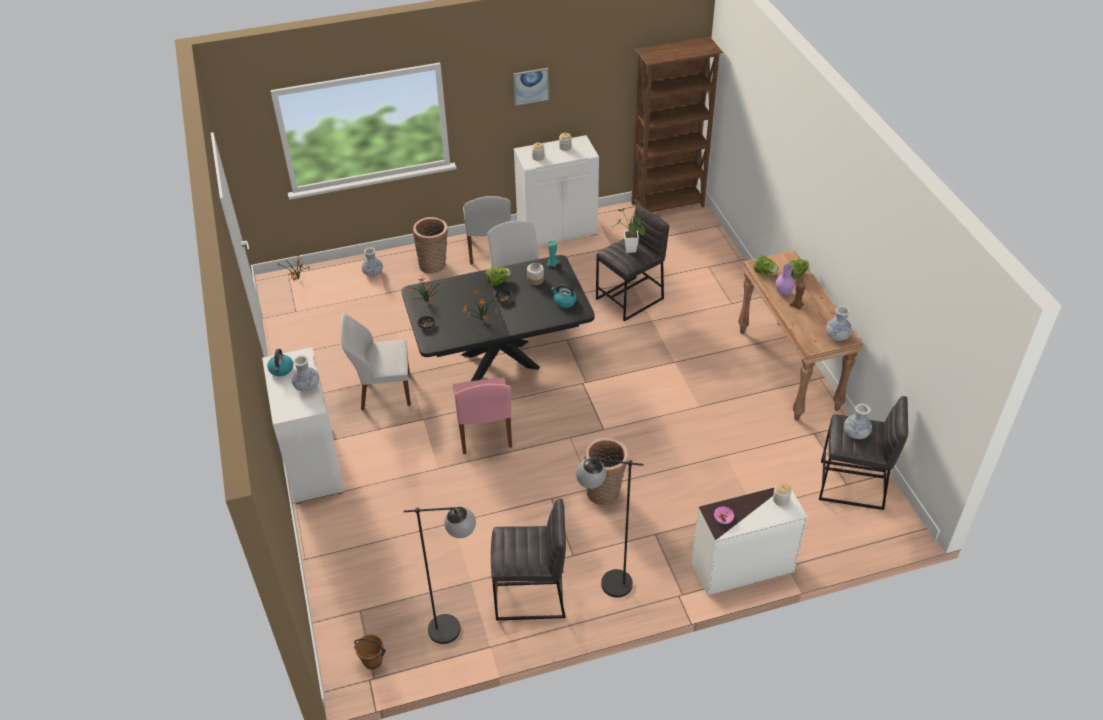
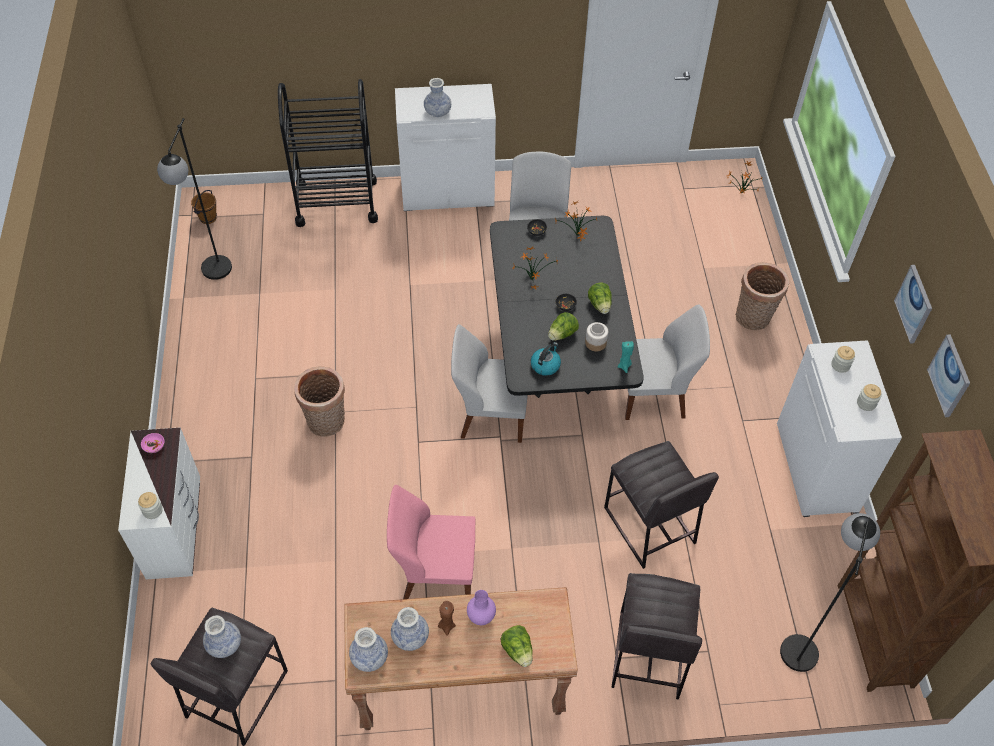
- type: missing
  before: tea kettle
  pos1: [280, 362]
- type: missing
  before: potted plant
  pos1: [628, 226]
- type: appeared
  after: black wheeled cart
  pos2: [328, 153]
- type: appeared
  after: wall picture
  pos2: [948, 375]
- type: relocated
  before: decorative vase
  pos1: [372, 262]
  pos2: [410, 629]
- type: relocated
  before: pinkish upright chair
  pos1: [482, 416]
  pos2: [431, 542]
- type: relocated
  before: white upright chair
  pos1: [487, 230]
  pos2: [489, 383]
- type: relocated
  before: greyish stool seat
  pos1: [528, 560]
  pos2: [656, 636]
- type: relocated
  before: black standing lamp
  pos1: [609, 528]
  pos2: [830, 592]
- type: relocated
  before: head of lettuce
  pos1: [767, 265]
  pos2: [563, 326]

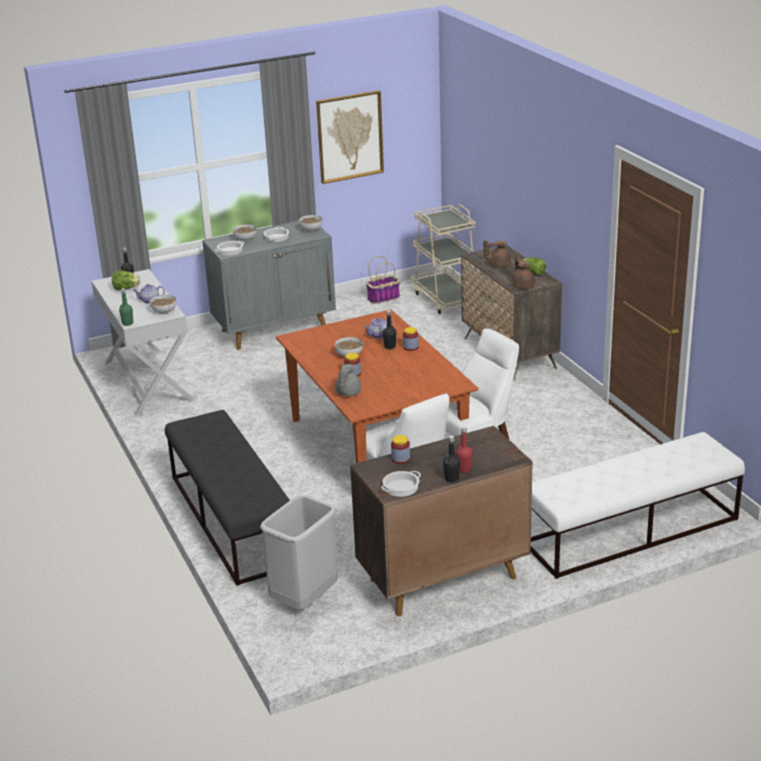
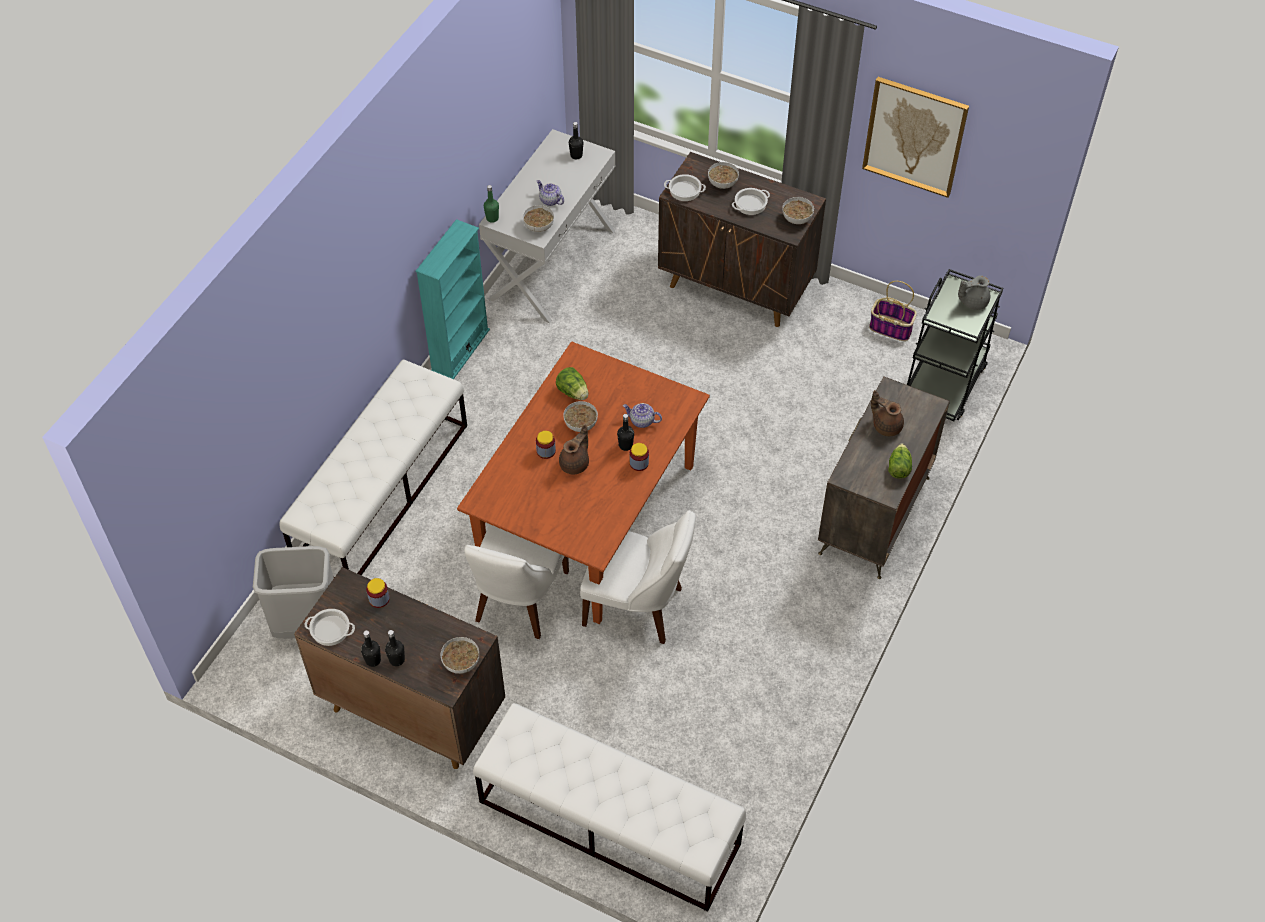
- type: appeared
  after: blue-green bookcase
  pos2: [453, 299]
- type: appeared
  after: bowl
  pos2: [460, 655]
- type: relocated
  before: head of lettuce
  pos1: [126, 280]
  pos2: [572, 383]
- type: relocated
  before: greyish tea pot
  pos1: [348, 380]
  pos2: [974, 292]
- type: relocated
  before: brown-coloured tea pot
  pos1: [523, 270]
  pos2: [574, 449]
- type: colour
  before: black bench
  after: white bench
  pos1: [227, 498]
  pos2: [373, 469]
- type: colour
  before: greyish storage cabinet
  after: brown-coloured storage cabinet
  pos1: [269, 285]
  pos2: [742, 239]
- type: colour
  before: sand-coloured wheeled cart
  after: black wheeled cart
  pos1: [443, 259]
  pos2: [955, 345]
- type: colour
  before: red bottle
  after: black bottle
  pos1: [464, 449]
  pos2: [395, 648]

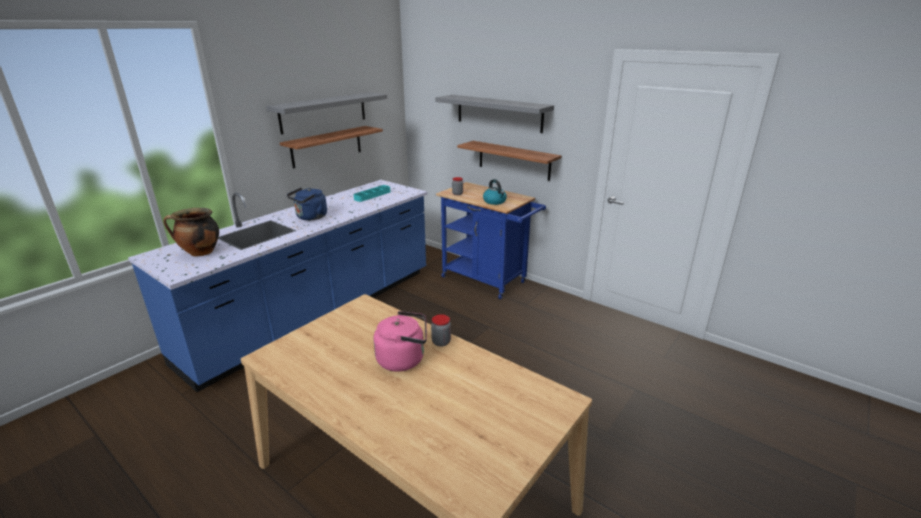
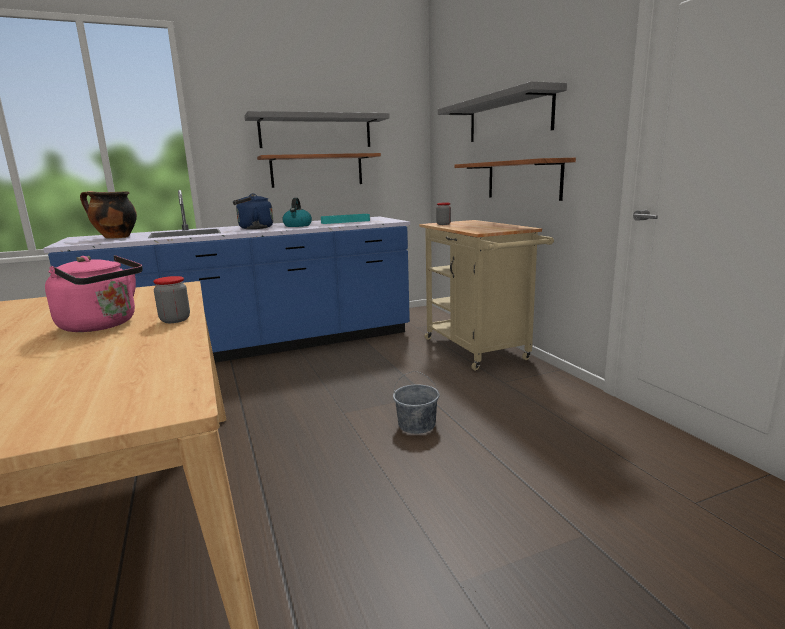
- type: appeared
  after: greyish pail
  pos2: [416, 402]
- type: relocated
  before: tea kettle
  pos1: [495, 192]
  pos2: [297, 212]
- type: colour
  before: bluish wheeled cart
  after: sand-coloured wheeled cart
  pos1: [491, 240]
  pos2: [486, 295]

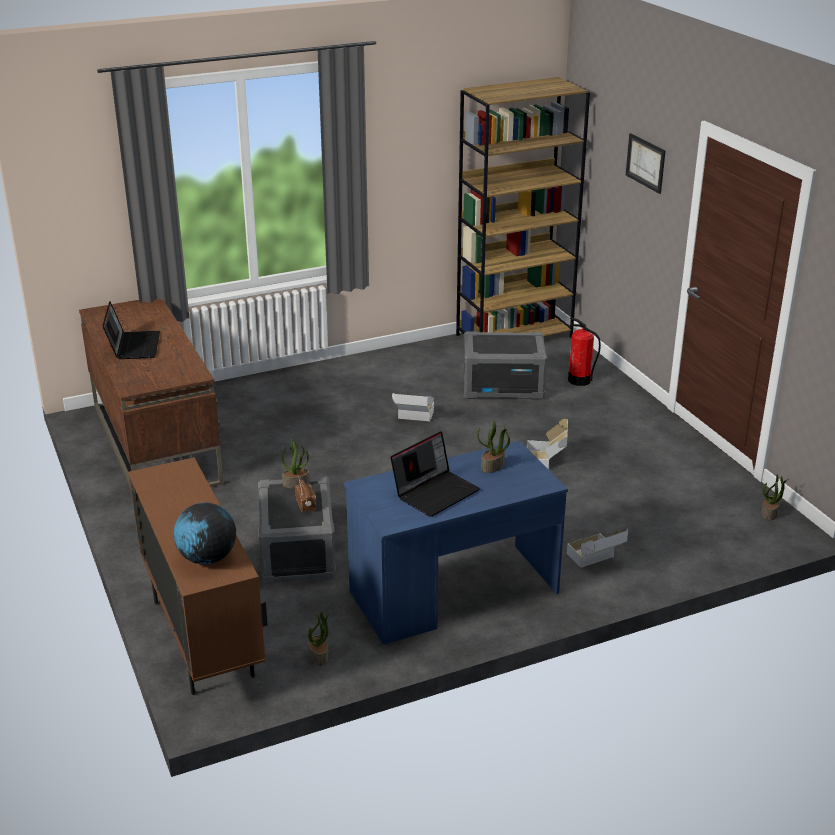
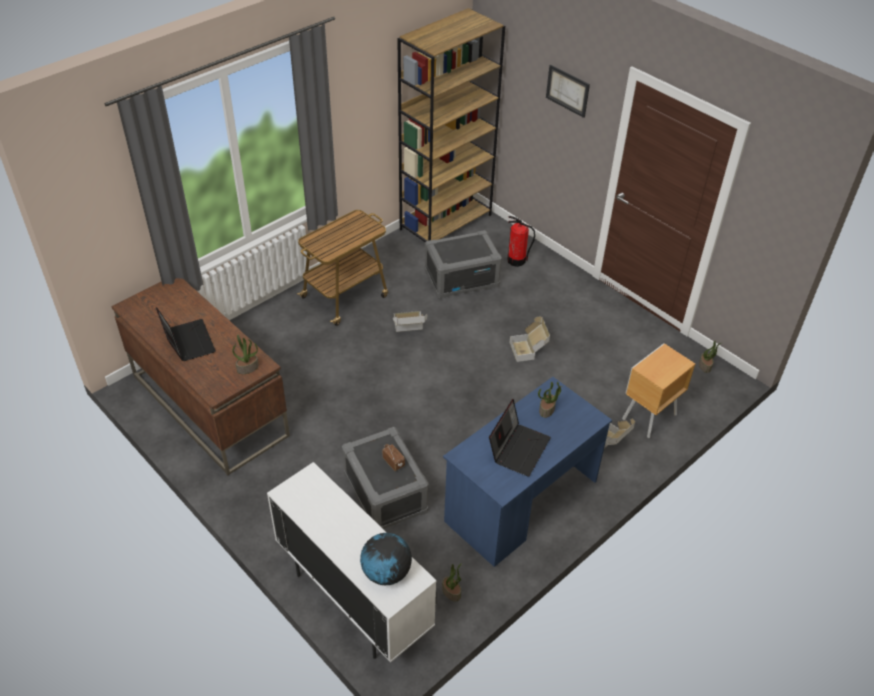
- type: appeared
  after: wheeled cart
  pos2: [342, 268]
- type: appeared
  after: brown-coloured bedside table
  pos2: [658, 390]
- type: relocated
  before: potted plant
  pos1: [296, 464]
  pos2: [245, 354]
- type: colour
  before: brown-coloured storage cabinet
  after: white storage cabinet
  pos1: [198, 576]
  pos2: [352, 562]

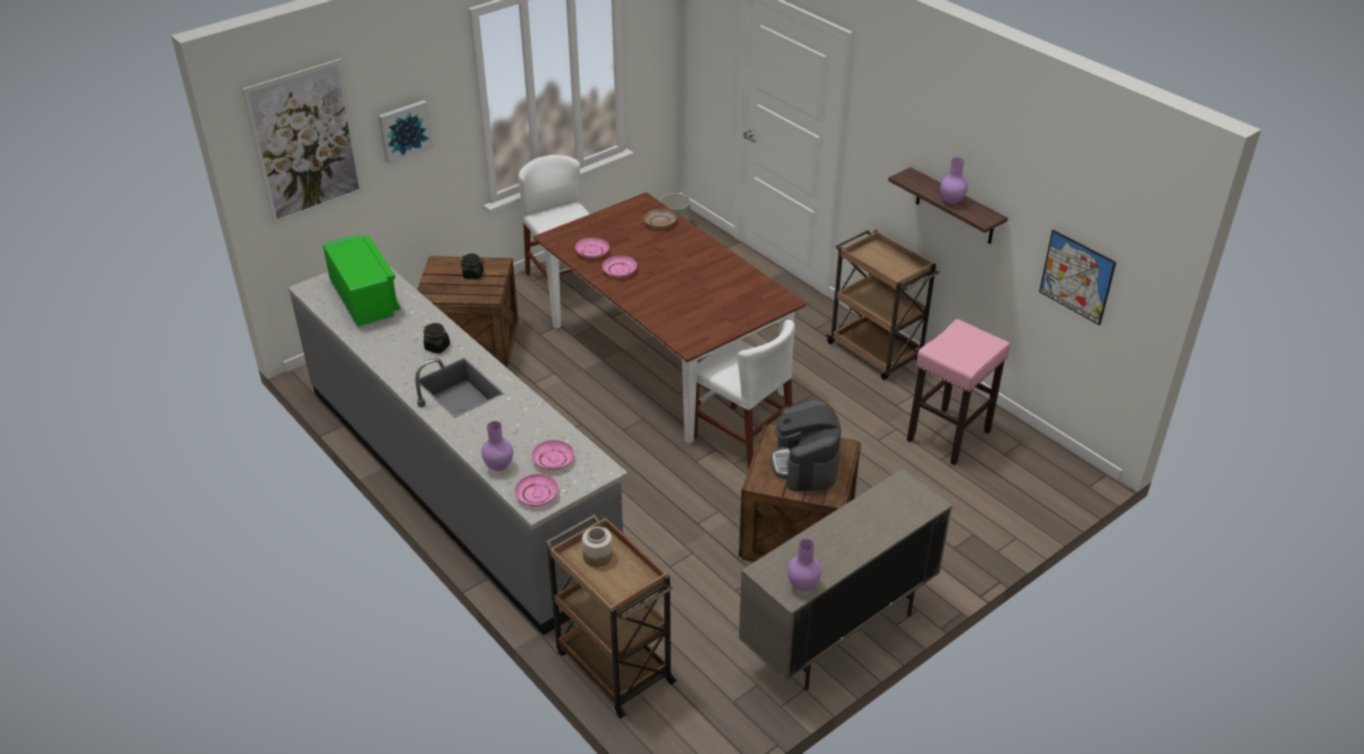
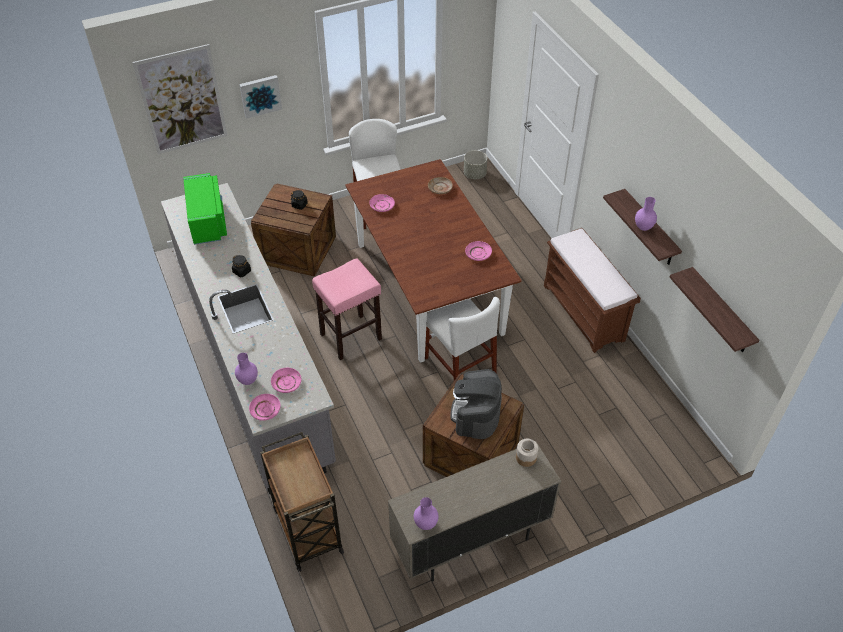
- type: relocated
  before: preserve jar
  pos1: [597, 547]
  pos2: [527, 453]
- type: relocated
  before: pinkish flat dish
  pos1: [619, 266]
  pos2: [478, 251]
- type: relocated
  before: pinkish stool seat
  pos1: [958, 392]
  pos2: [347, 309]
- type: exchanged
  before: brown-coloured wheeled cart
  after: brown-coloured bench
  pos1: [882, 305]
  pos2: [592, 290]
- type: exchanged
  before: wall picture
  after: shelf
  pos1: [1077, 278]
  pos2: [714, 309]

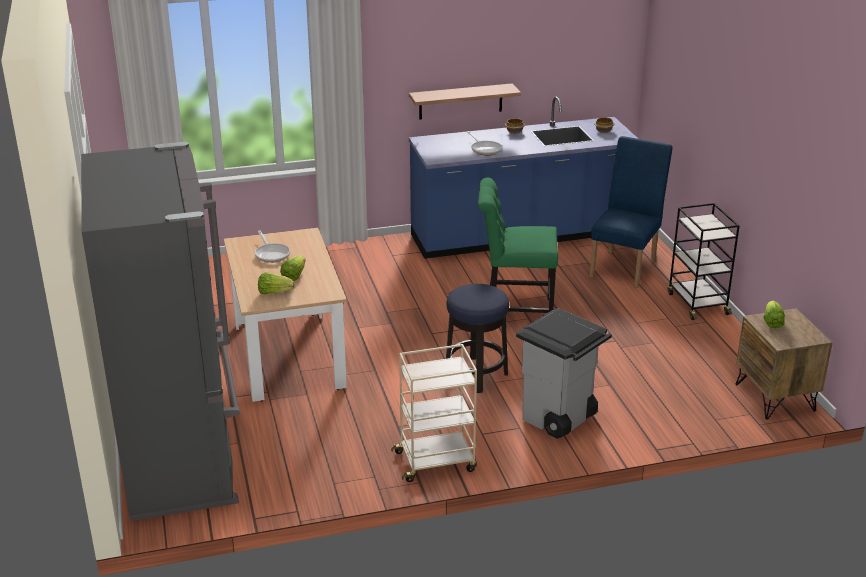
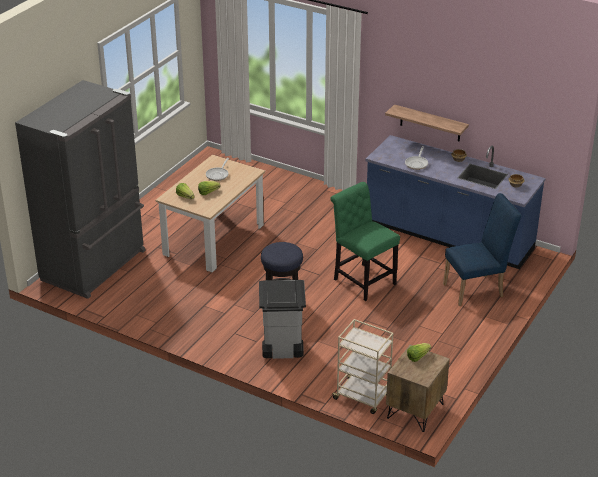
- type: missing
  before: black wheeled cart
  pos1: [703, 261]
- type: relocated
  before: sand-coloured wheeled cart
  pos1: [434, 413]
  pos2: [362, 366]

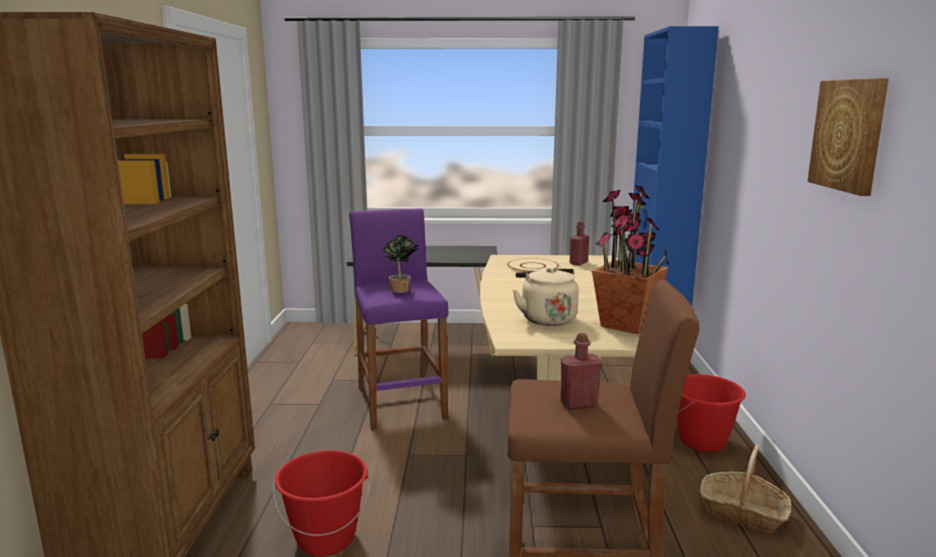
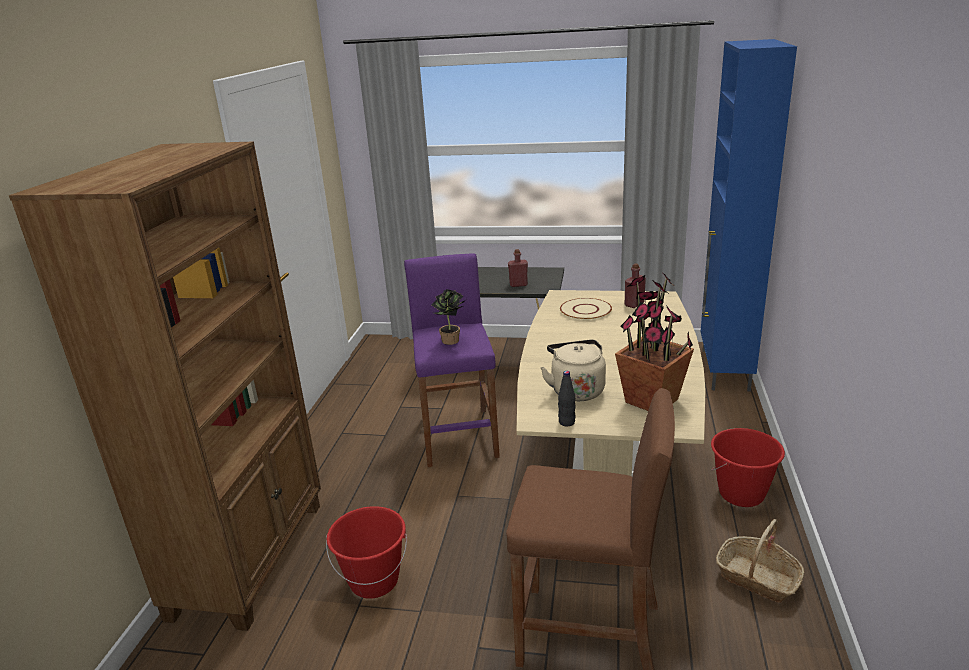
- type: missing
  before: wall picture
  pos1: [848, 137]
- type: appeared
  after: black bottle
  pos2: [567, 398]
- type: relocated
  before: red bottle
  pos1: [581, 371]
  pos2: [518, 268]

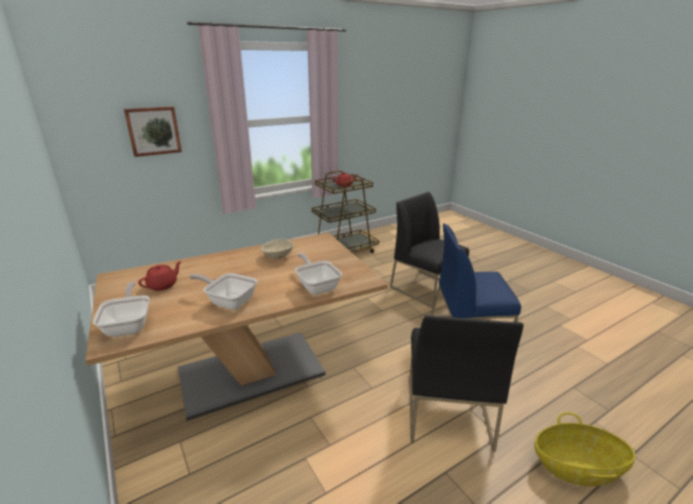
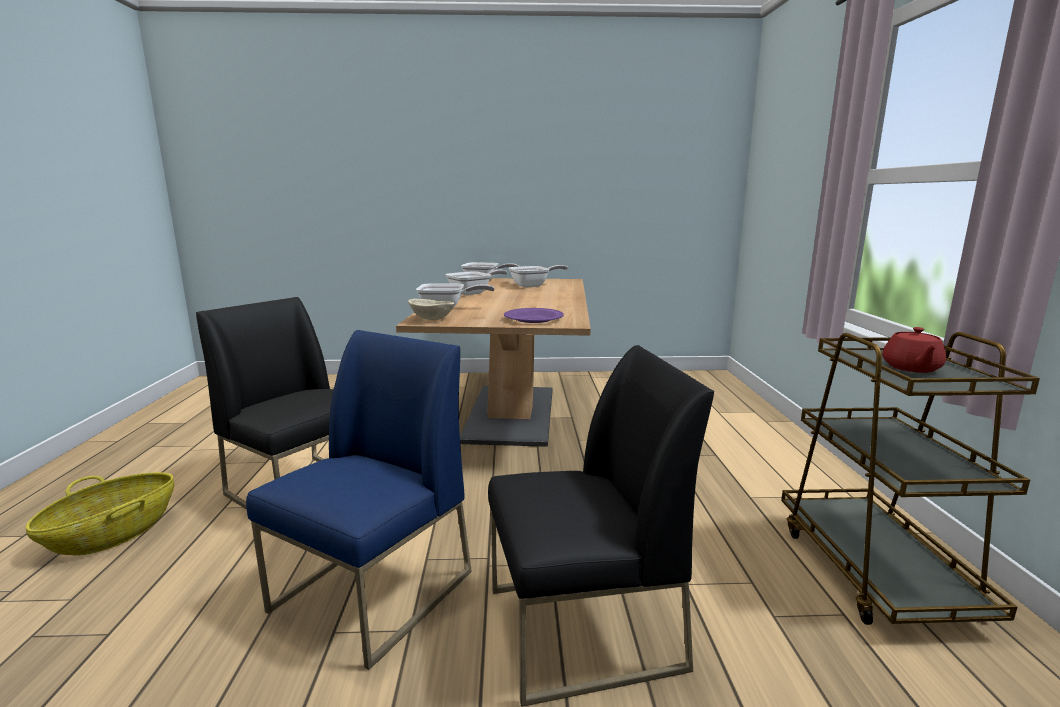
- type: missing
  before: wall picture
  pos1: [153, 131]
- type: appeared
  after: purplish flat dish
  pos2: [534, 315]
- type: relocated
  before: sand-coloured bowl
  pos1: [277, 249]
  pos2: [431, 309]
- type: exchanged
  before: red tea pot
  after: skillet
  pos1: [160, 276]
  pos2: [538, 276]

